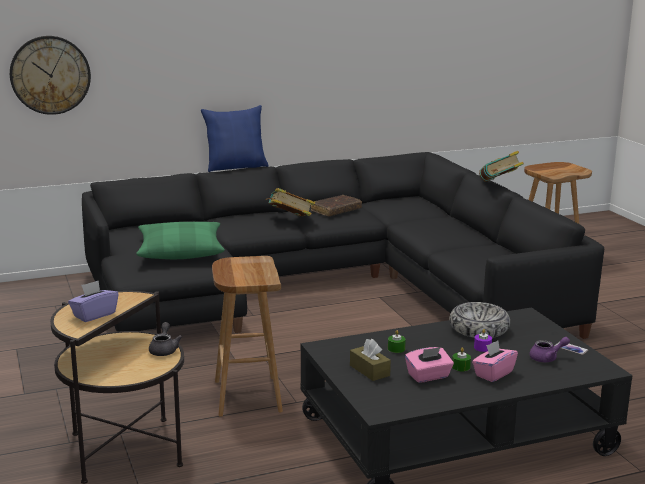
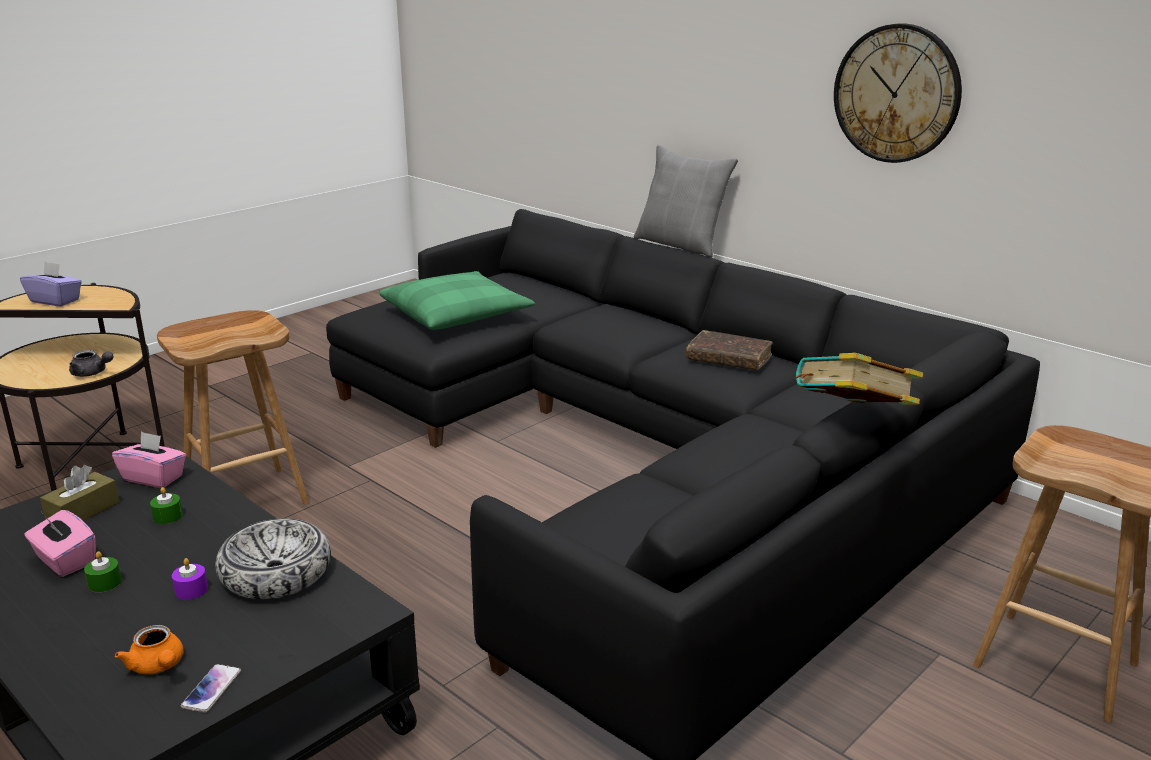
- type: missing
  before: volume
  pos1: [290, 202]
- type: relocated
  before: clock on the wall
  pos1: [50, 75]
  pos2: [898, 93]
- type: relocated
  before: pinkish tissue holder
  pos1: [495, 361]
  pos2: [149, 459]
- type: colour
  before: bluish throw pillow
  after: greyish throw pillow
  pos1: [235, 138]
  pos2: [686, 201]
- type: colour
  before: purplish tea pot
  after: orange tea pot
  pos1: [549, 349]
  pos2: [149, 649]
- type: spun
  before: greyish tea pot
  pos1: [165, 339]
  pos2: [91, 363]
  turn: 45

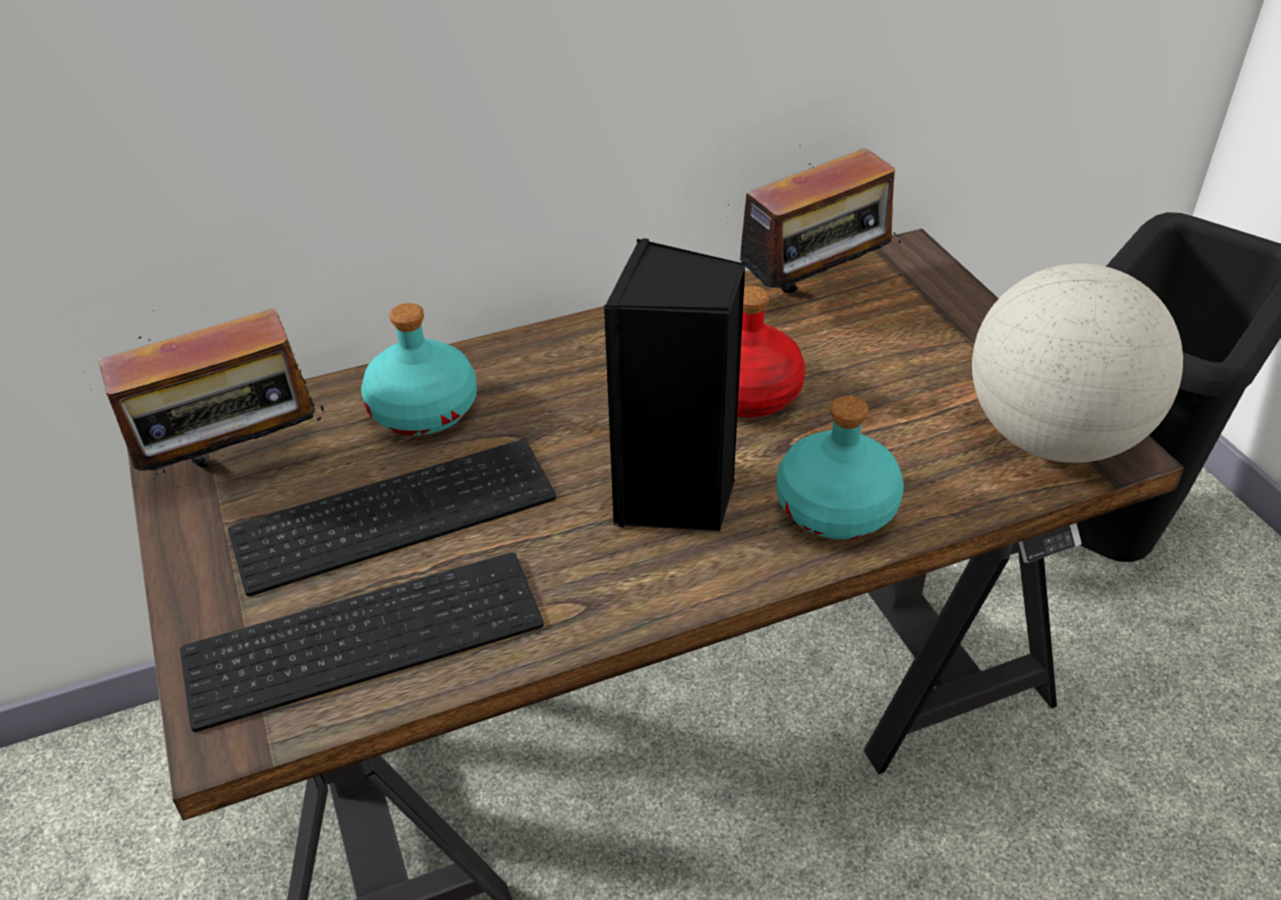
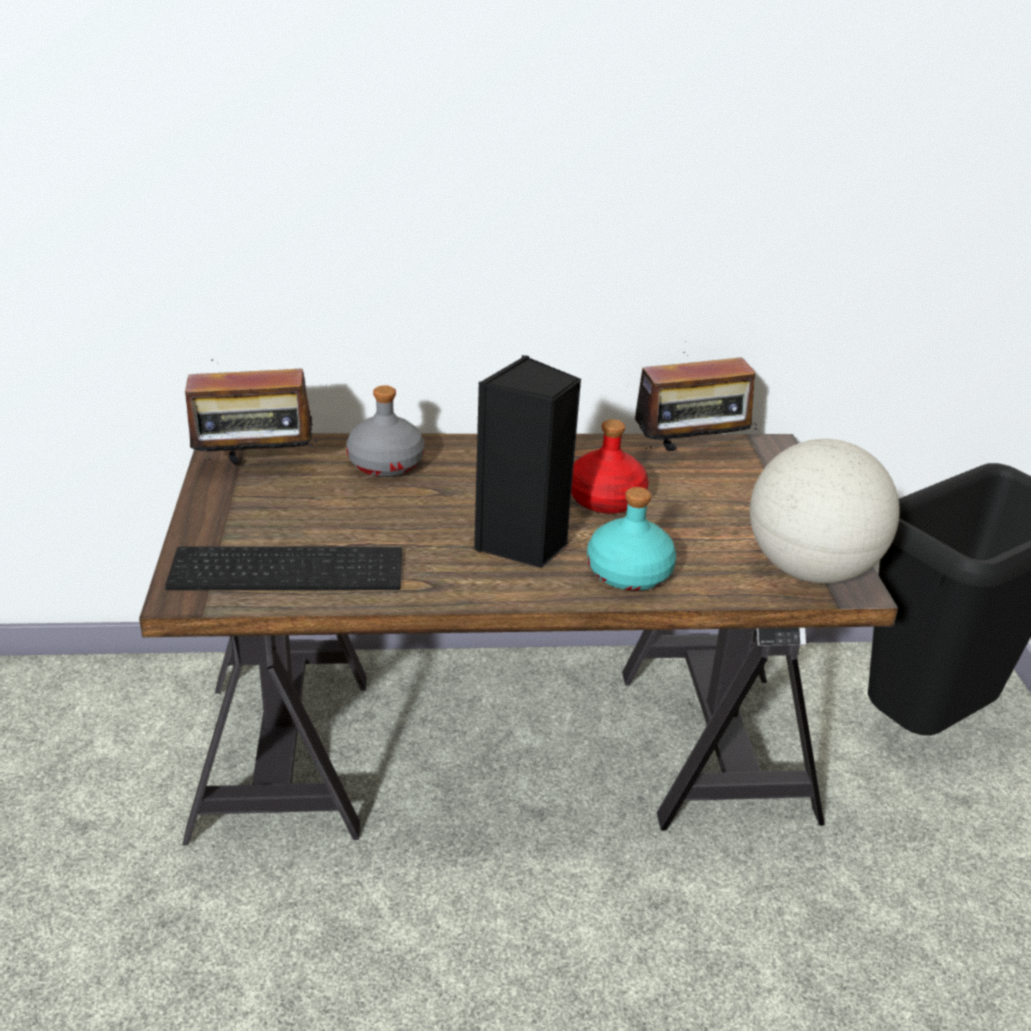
- type: missing
  before: keyboard
  pos1: [392, 517]
- type: colour
  before: blue-green bottle
  after: greyish bottle
  pos1: [419, 369]
  pos2: [385, 431]

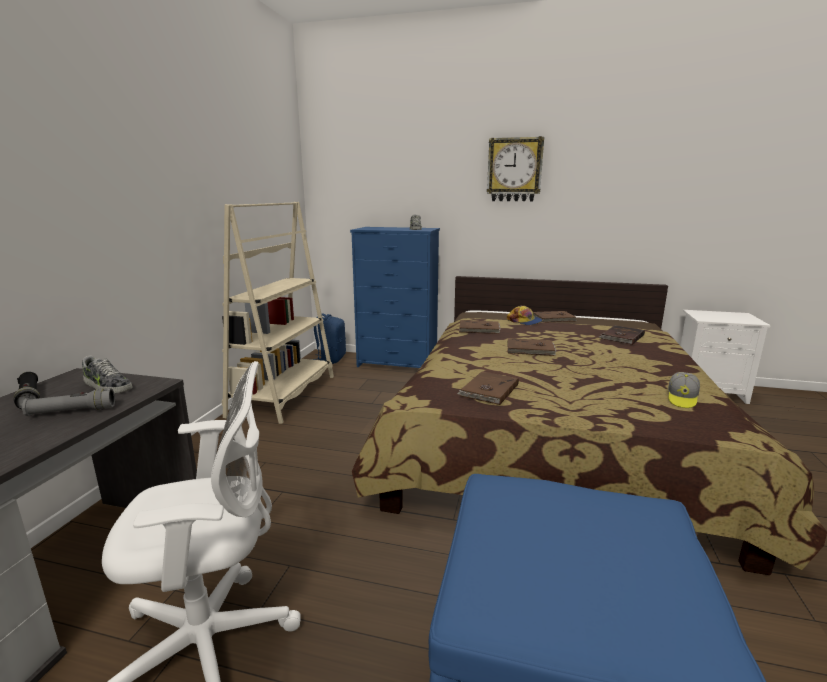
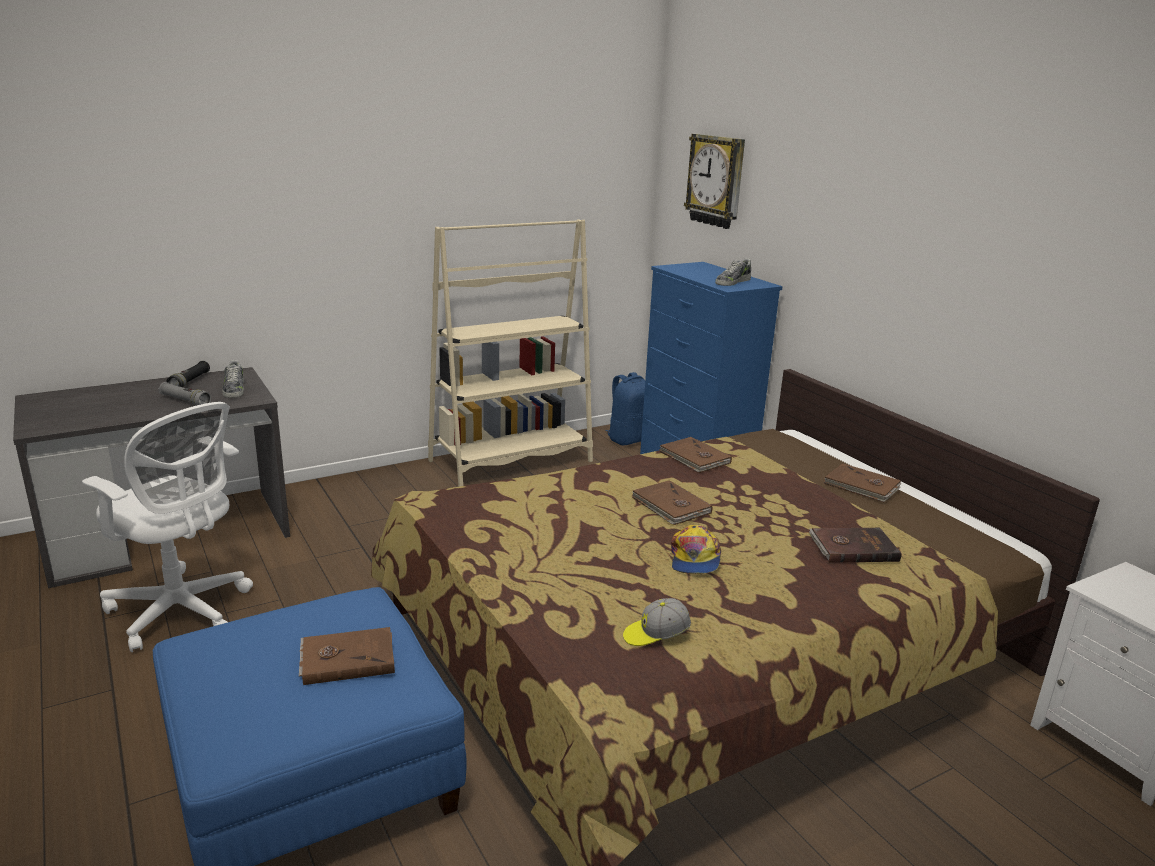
- type: relocated
  before: brown-coloured volume
  pos1: [488, 388]
  pos2: [347, 656]
- type: relocated
  before: clock on the wall
  pos1: [515, 168]
  pos2: [714, 181]
- type: relocated
  before: cap
  pos1: [524, 315]
  pos2: [696, 549]

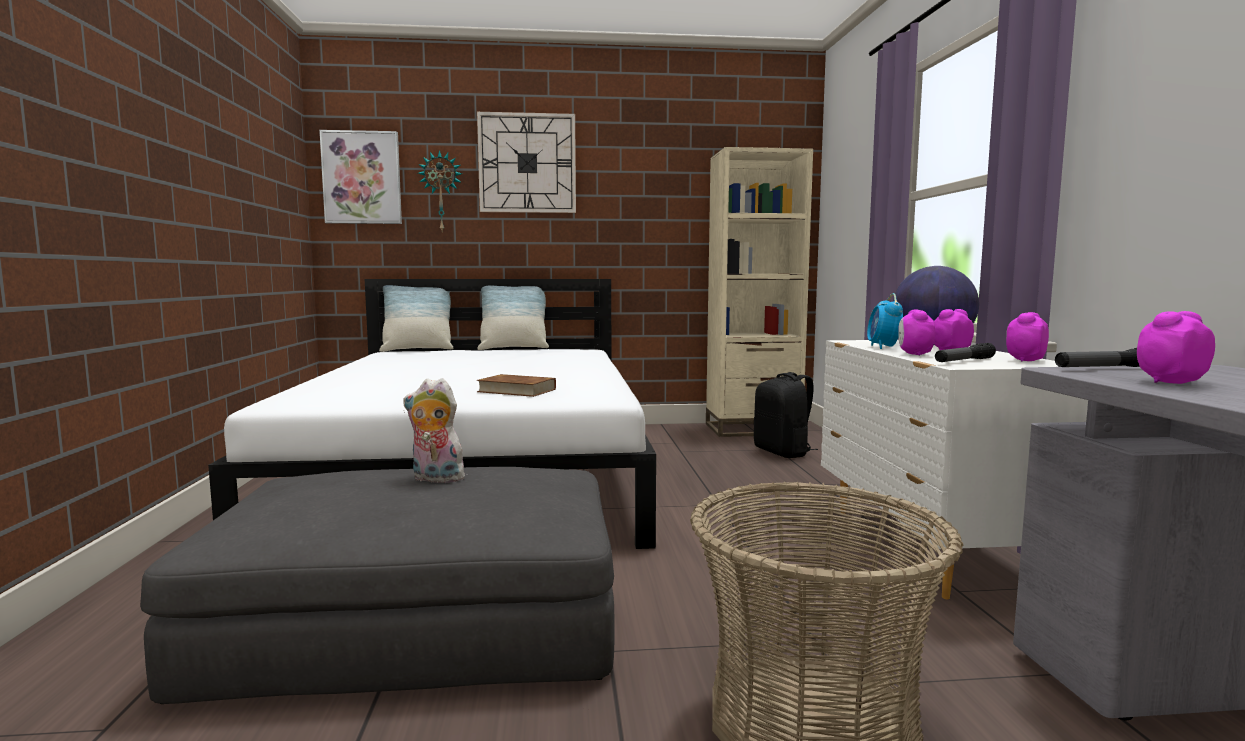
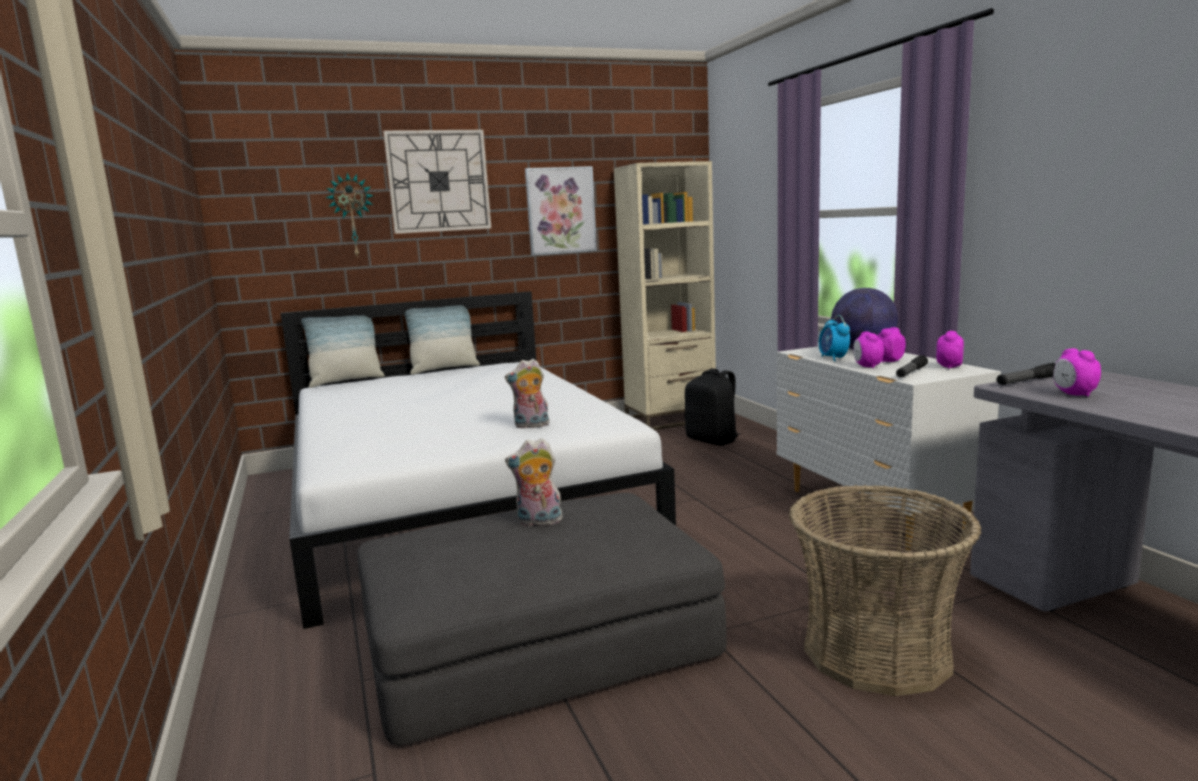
- type: relocated
  before: wall picture
  pos1: [360, 177]
  pos2: [561, 210]
- type: exchanged
  before: brown-coloured volume
  after: plush toy
  pos1: [516, 385]
  pos2: [527, 394]
- type: spun
  before: table clock
  pos1: [1176, 347]
  pos2: [1077, 372]
  turn: -75

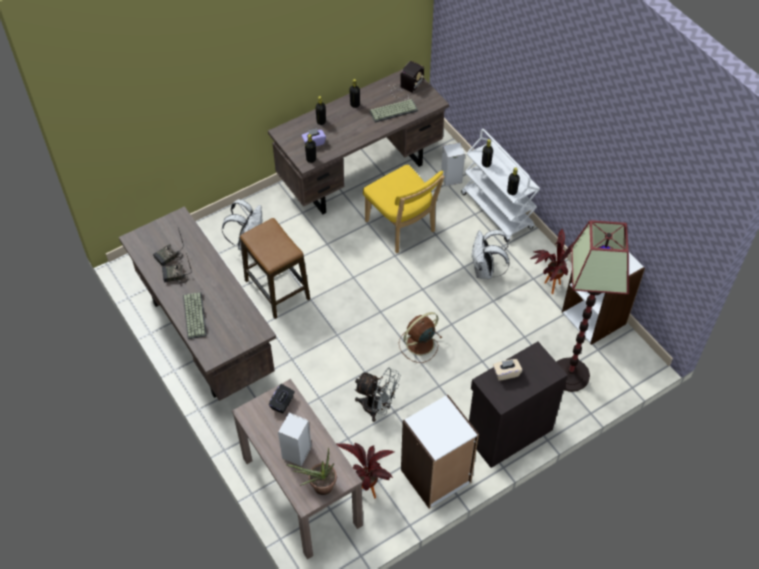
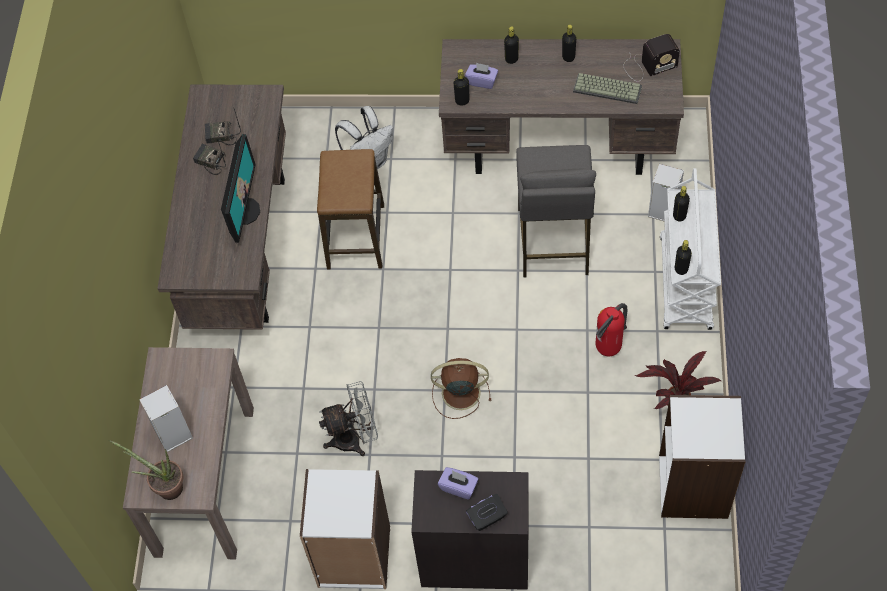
- type: missing
  before: keyboard
  pos1: [195, 315]
- type: missing
  before: potted plant
  pos1: [365, 470]
- type: missing
  before: standing lamp
  pos1: [593, 306]
- type: appeared
  after: computer screen
  pos2: [240, 188]
- type: relocated
  before: black tissue holder
  pos1: [282, 399]
  pos2: [487, 512]
- type: exchanged
  before: yellow upright chair
  after: greyish stool seat
  pos1: [404, 209]
  pos2: [556, 211]
- type: exchanged
  before: white knapsack
  after: fire extinguisher
  pos1: [491, 254]
  pos2: [611, 329]
- type: colour
  before: sand-coloured tissue holder
  after: purplish tissue holder
  pos1: [507, 370]
  pos2: [458, 483]
- type: spun
  before: greyish fan
  pos1: [377, 395]
  pos2: [348, 418]
  turn: -75

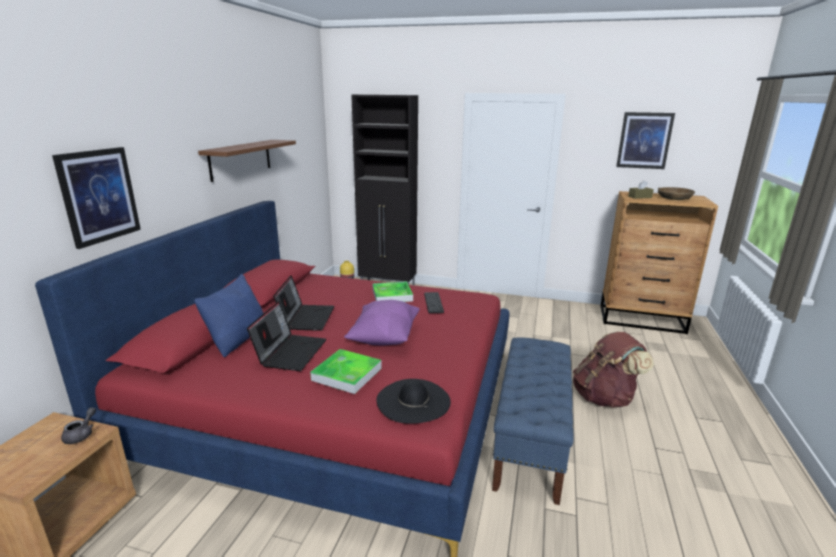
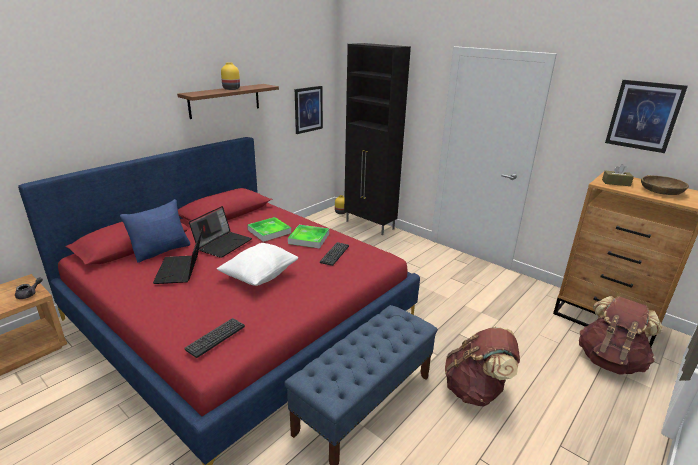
- type: appeared
  after: yellow decorative vase
  pos2: [230, 76]
- type: appeared
  after: brown-coloured knapsack
  pos2: [621, 335]
- type: relocated
  before: wall picture
  pos1: [96, 198]
  pos2: [309, 110]
- type: relocated
  before: tray
  pos1: [346, 371]
  pos2: [269, 229]
- type: exchanged
  before: black hat
  after: keyboard
  pos1: [413, 401]
  pos2: [215, 338]
- type: colour
  before: purplish throw pillow
  after: white throw pillow
  pos1: [382, 322]
  pos2: [257, 264]
- type: spun
  before: laptop
  pos1: [286, 336]
  pos2: [177, 256]
  turn: 135

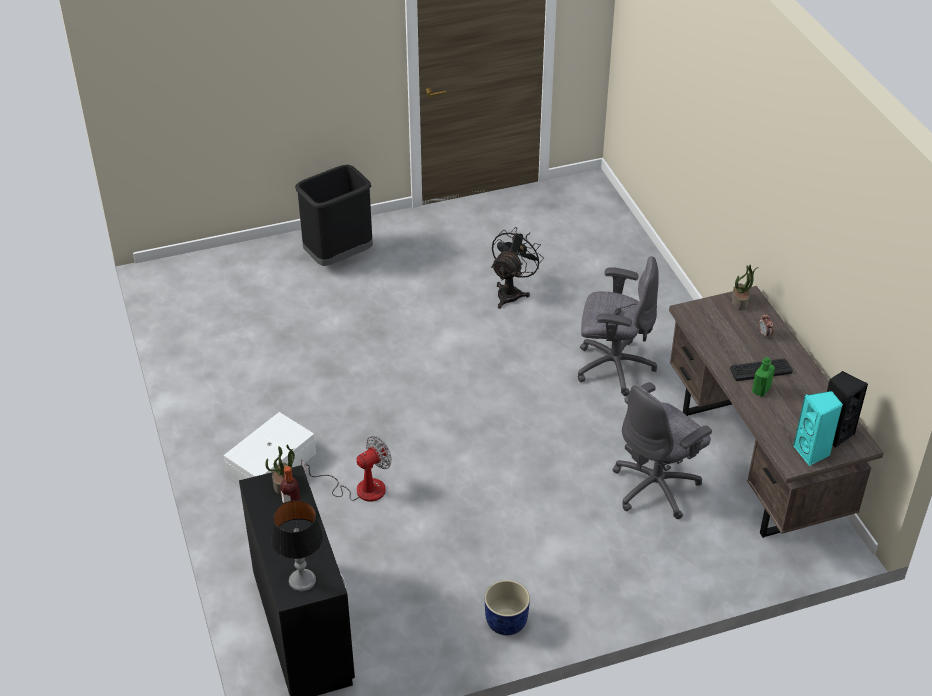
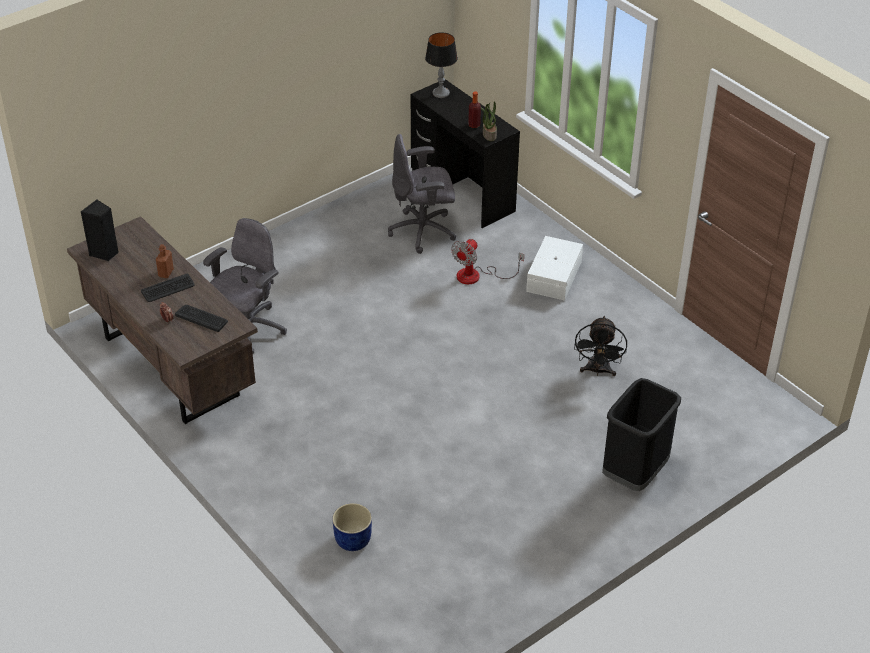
- type: missing
  before: potted plant
  pos1: [745, 287]
- type: missing
  before: blue-green audio speaker
  pos1: [818, 428]
- type: appeared
  after: keyboard
  pos2: [201, 318]
- type: relocated
  before: bluish flower pot
  pos1: [507, 607]
  pos2: [352, 527]
- type: relocated
  before: black fan
  pos1: [517, 268]
  pos2: [600, 346]
- type: relocated
  before: greyish office chair
  pos1: [618, 326]
  pos2: [422, 194]
- type: colour
  before: green bottle
  after: brown-coloured bottle
  pos1: [763, 377]
  pos2: [165, 261]

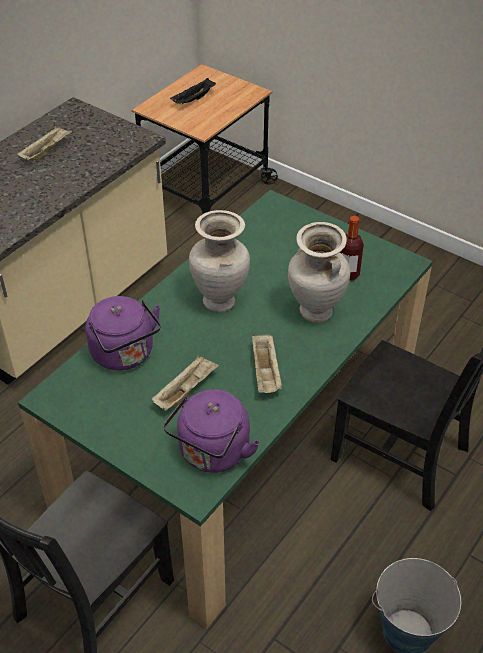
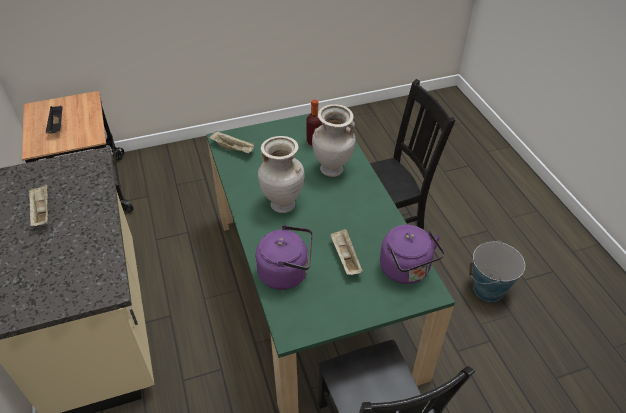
- type: relocated
  before: sand-coloured tray
  pos1: [267, 363]
  pos2: [232, 142]

